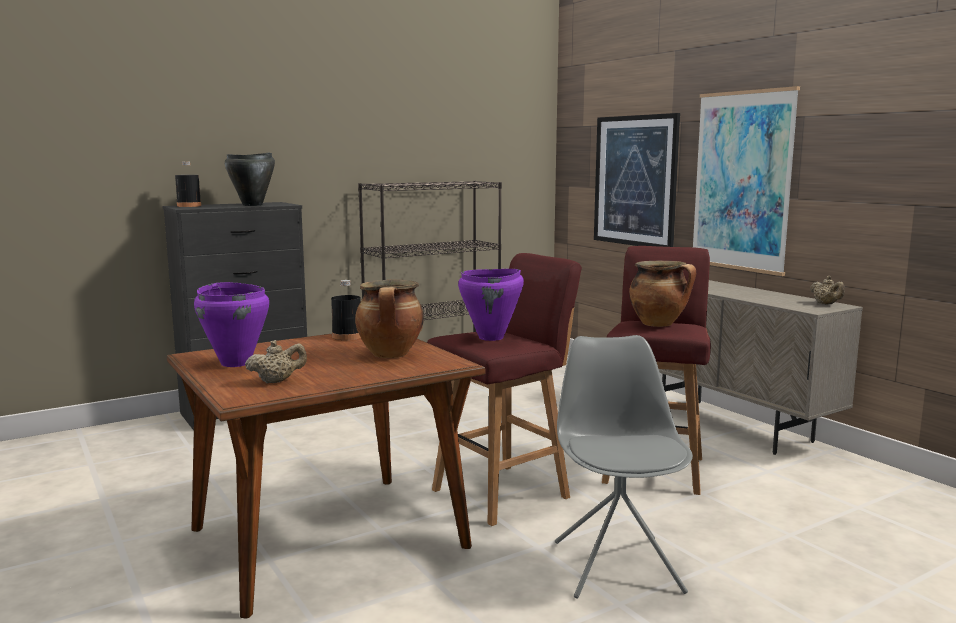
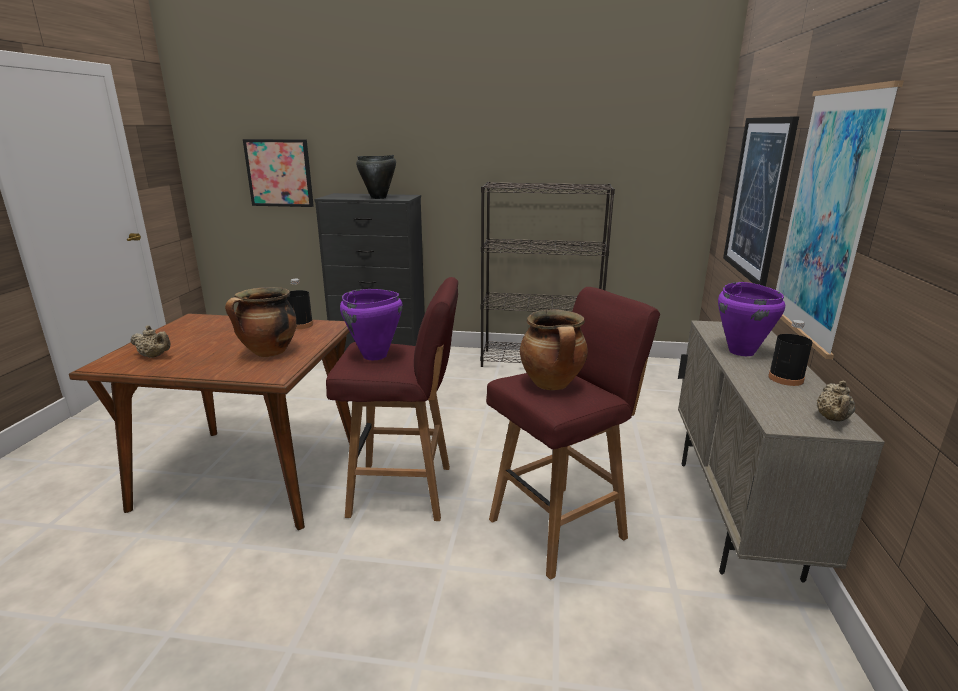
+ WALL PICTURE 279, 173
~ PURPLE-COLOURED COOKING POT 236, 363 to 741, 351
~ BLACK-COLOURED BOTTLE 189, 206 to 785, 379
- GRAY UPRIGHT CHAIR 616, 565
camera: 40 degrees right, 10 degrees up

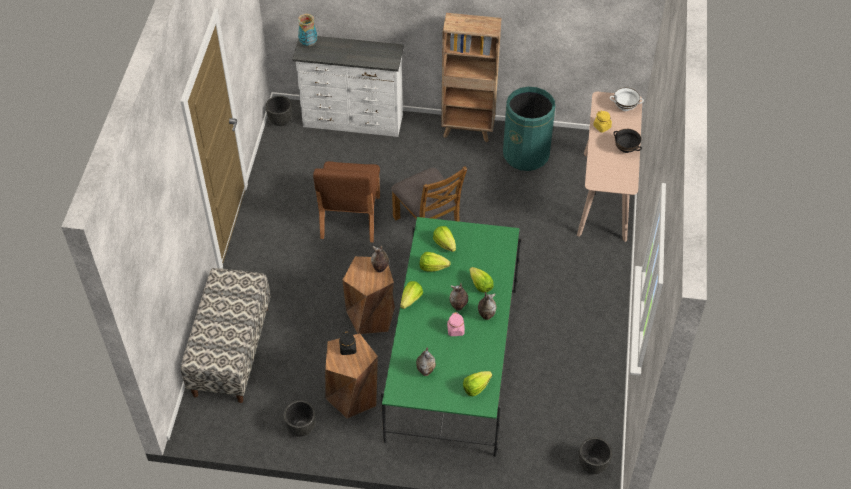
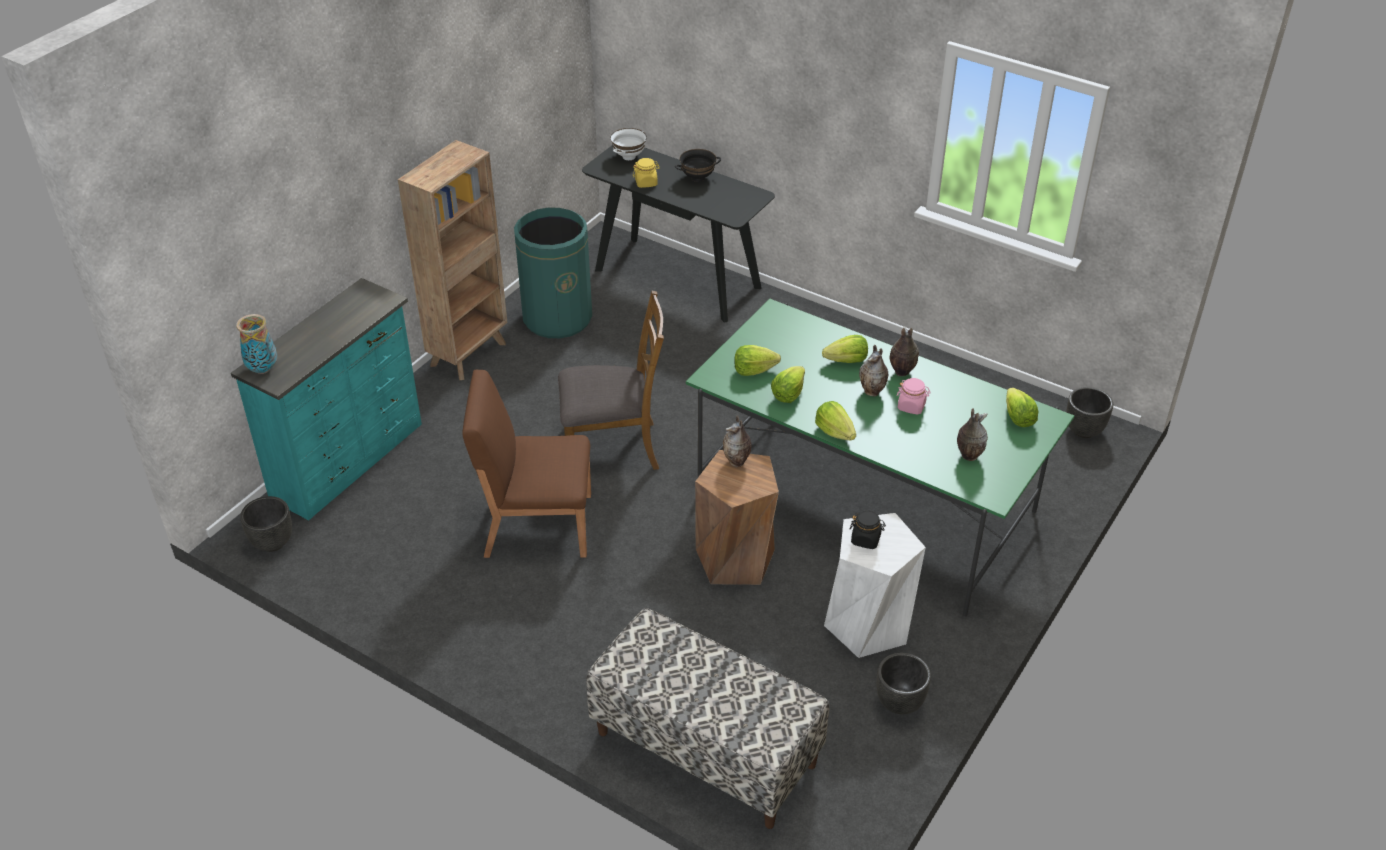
~ WHITISH CHEST OF DRAWERS 353, 122 to TURQUOISE CHEST OF DRAWERS 350, 461
~ BROWN UPRIGHT CHAIR 350, 218 = 536, 524 150 degrees clockwise
~ SAND-COLOURED HALL TABLE 605, 196 to BLACK-COLOURED HALL TABLE 678, 278
~ BROWN SITTING STOOL 352, 395 to WHITISH SITTING STOOL 867, 625
camera: 65 degrees left, 10 degrees down

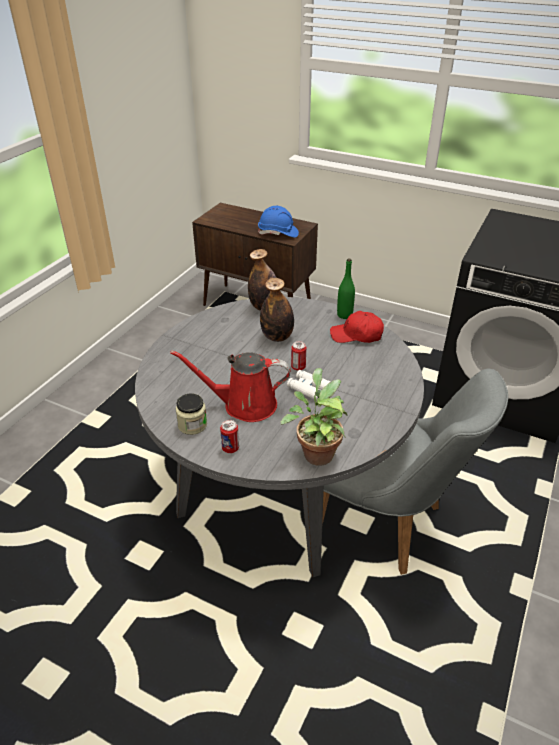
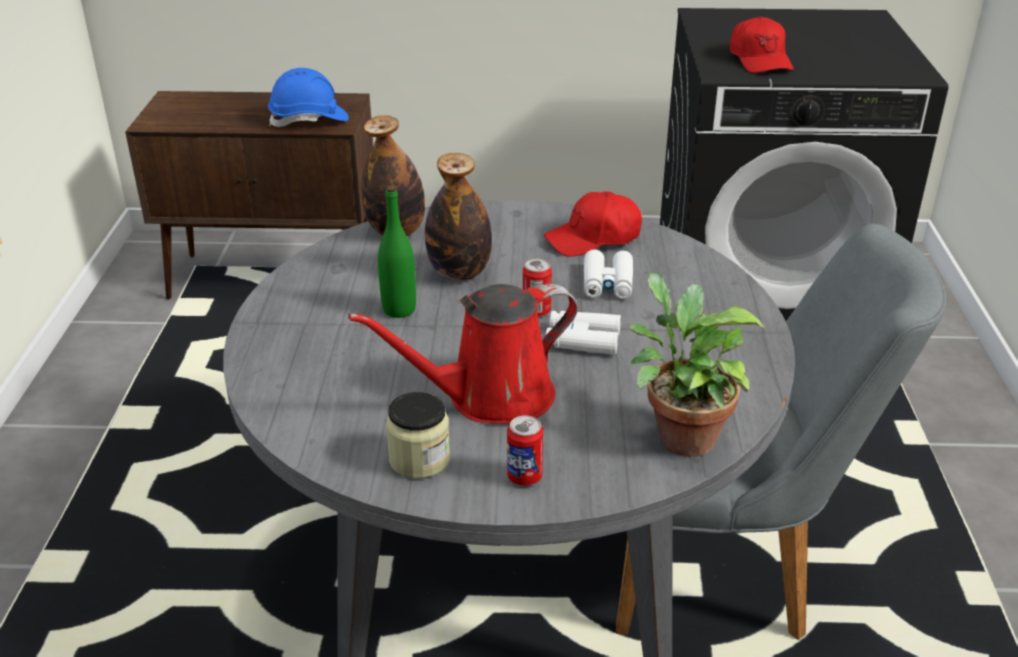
~ GREENISH BOTTLE 344, 315 to 399, 309
+ WHITISH PAIR OF BINOCULARS 607, 283
+ RED BASEBALL CAP 760, 60
camera: 25 degrees left, 5 degrees down

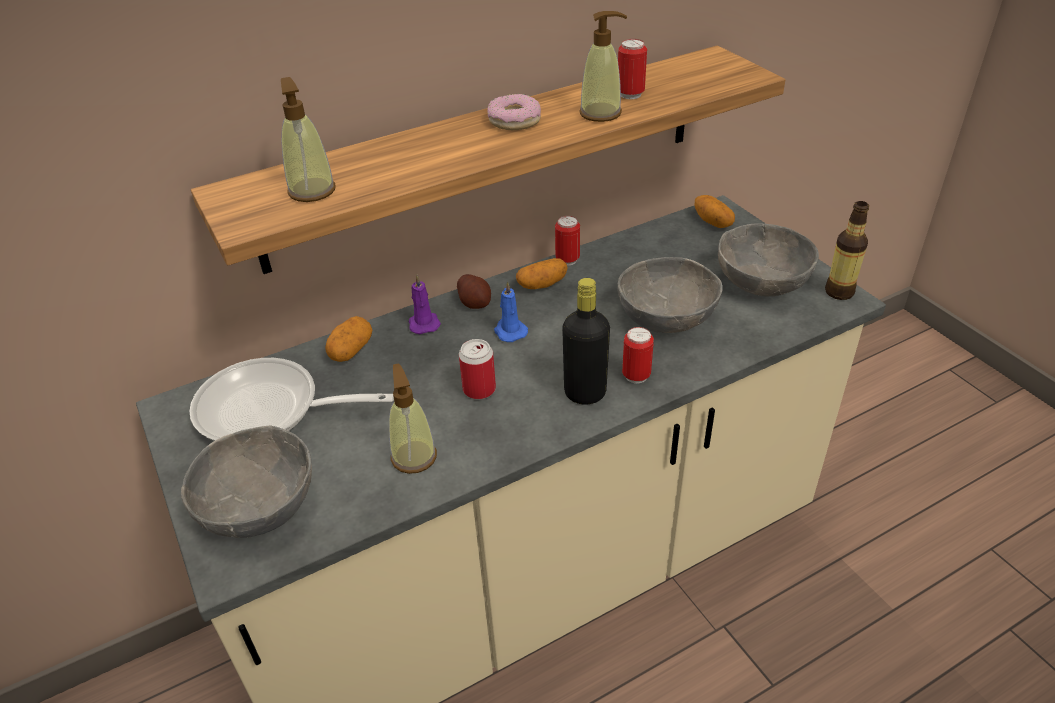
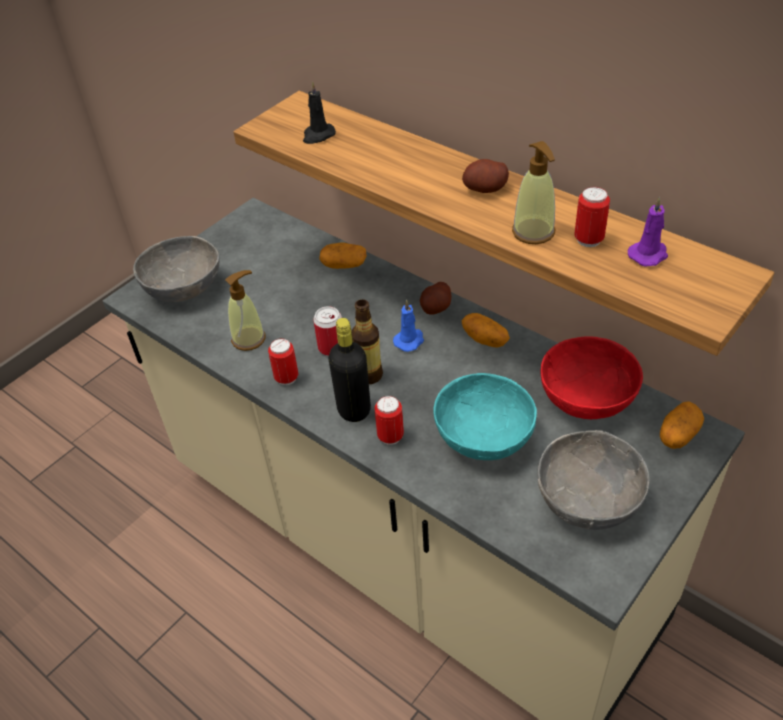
~ CAN 567, 260 to 286, 378
~ SOAP DISPENSER 312, 190 to BLACK-COLOURED WAX CANDLE 318, 135
~ BOTTLE 839, 292 to 369, 375
~ GRAY BOWL 666, 317 to TURQUOISE BOWL 484, 437
~ DONUT 514, 121 to WHOLE POTATO 485, 189
+ RED BOWL 586, 398
~ PURPLE-COLOURED WAX CANDLE 423, 323 to 649, 254
- FRYING PAN 269, 411
camera: 70 degrees right, 5 degrees up

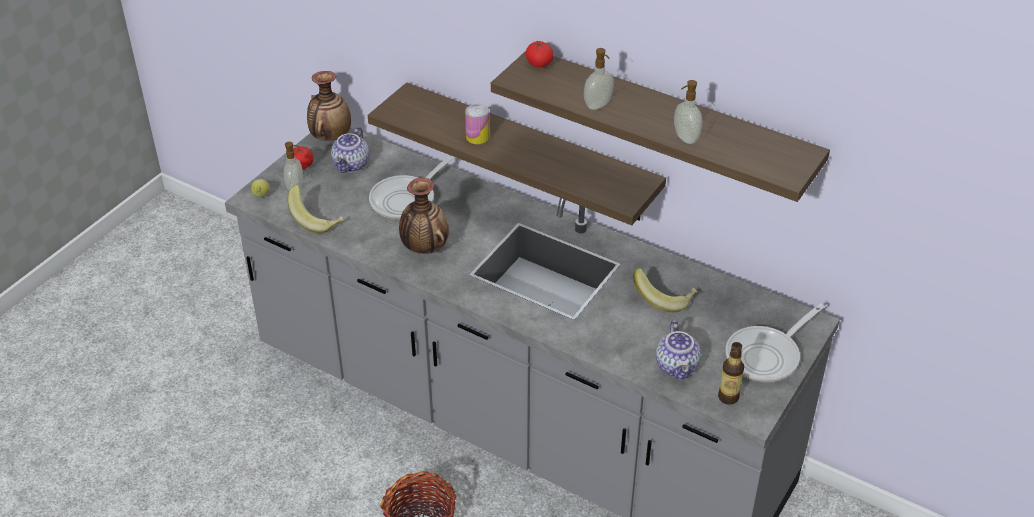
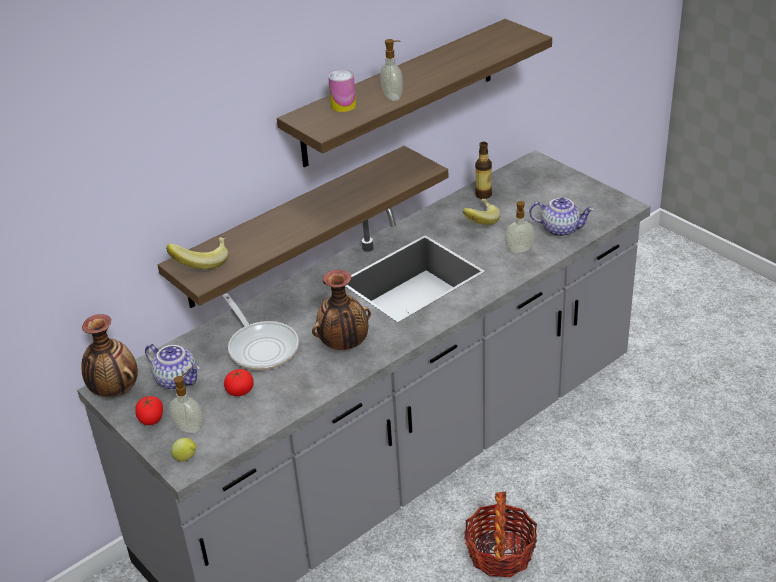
~ BANANA FRUIT 316, 220 to 202, 262
~ WHOLE TOMATO 539, 64 to 240, 391
~ CAN 478, 137 to 343, 106
~ BOTTLE 728, 397 to 483, 195
~ SOAP DISPENSER 685, 138 to 519, 250
- FRYING PAN 767, 356
camera: 70 degrees left, 5 degrees down

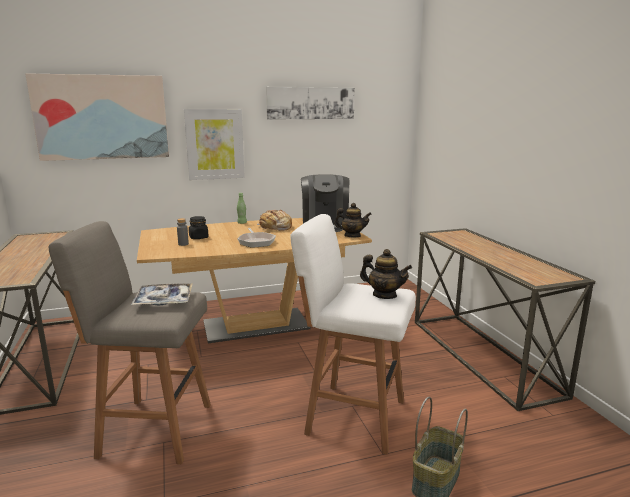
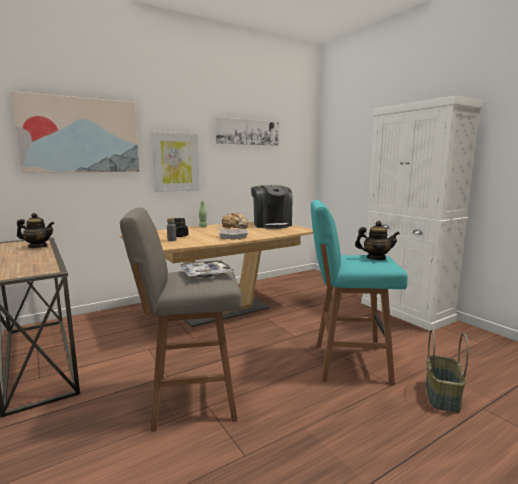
~ TEAPOT 352, 236 to 38, 247
~ WHITISH SITTING STOOL 352, 415 to TURQUOISE SITTING STOOL 348, 363
~ HALL TABLE 483, 355 to WHITISH CUPBOARD 406, 311
camera: 15 degrees left, 5 degrees down

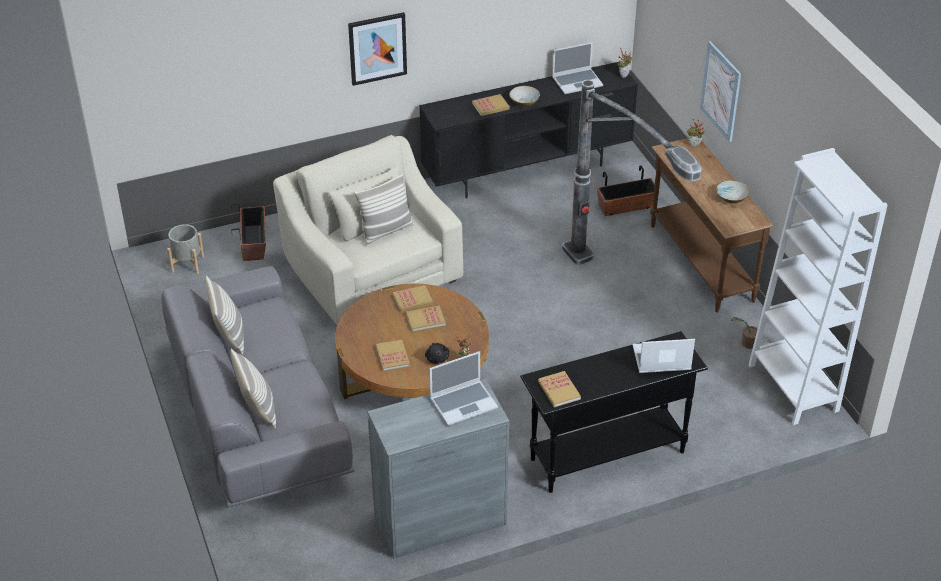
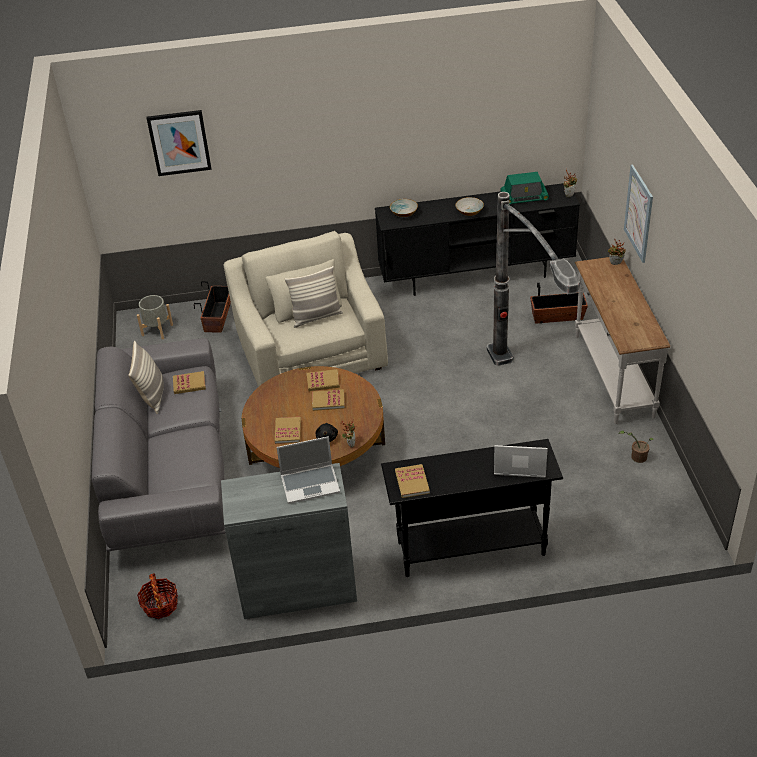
+ STORAGE BASKET 160, 605
~ WALL PICTURE 377, 48 to 179, 142
~ VOLUME 490, 106 to 189, 384
~ BOWL 731, 198 to 404, 213
~ NOTEBOOK COMPUTER 577, 82 to RADIO SET 524, 198
~ BROWN HALL TABLE 700, 263 to WHITISH HALL TABLE 612, 376
- CUSHION 258, 409
- WHITISH BOOKSHELF 793, 388
camera: 15 degrees right, 0 degrees up

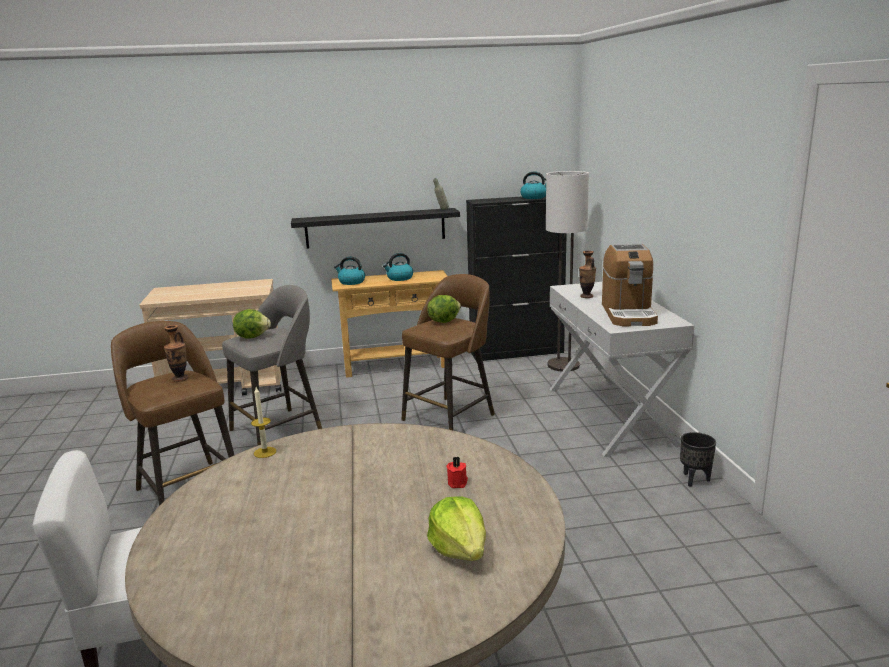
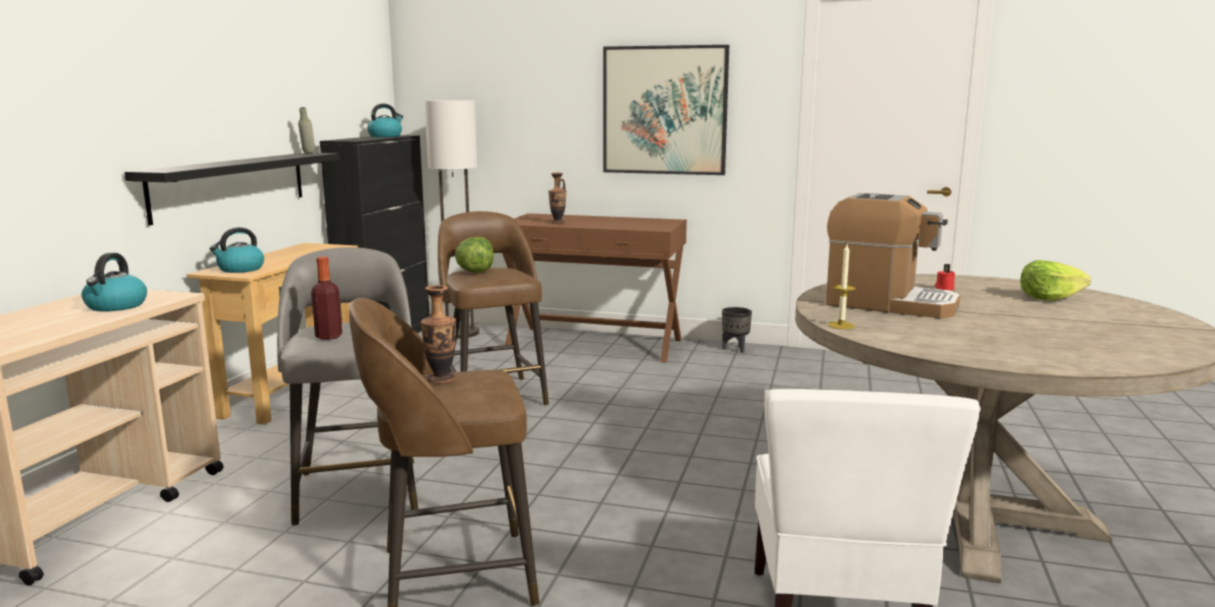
~ WATER KETTLE 399, 278 to 116, 306
~ HEAD OF LETTUCE 252, 336 to BOTTLE 328, 336
~ WHITISH HALL TABLE 610, 415 to BROWN HALL TABLE 594, 344
+ WALL PICTURE 664, 110
~ COFFEE BREWER 628, 314 to 889, 304
camera: 65 degrees left, 5 degrees down

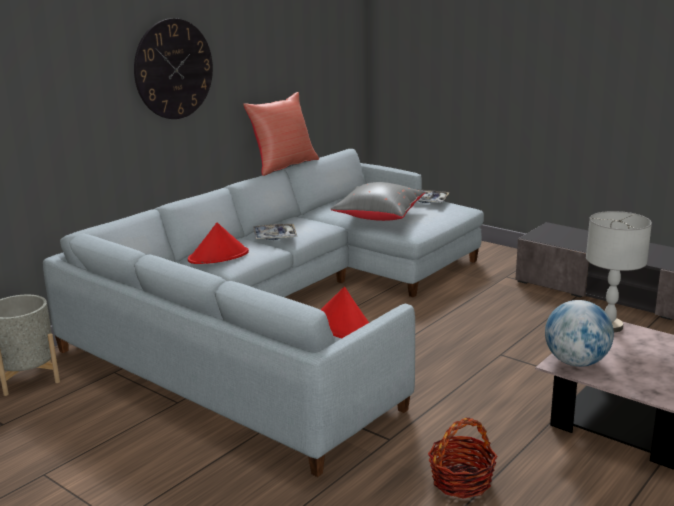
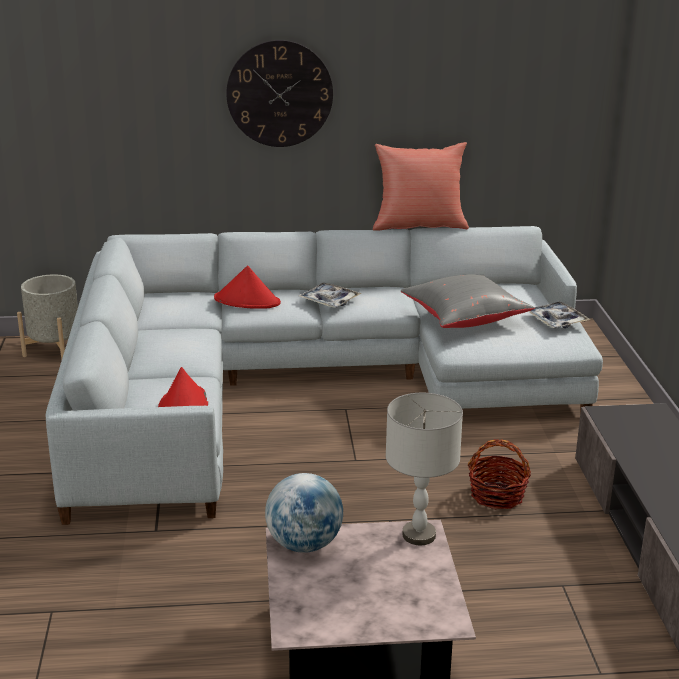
~ STORAGE BASKET 461, 481 to 497, 495
camera: 45 degrees right, 5 degrees up

